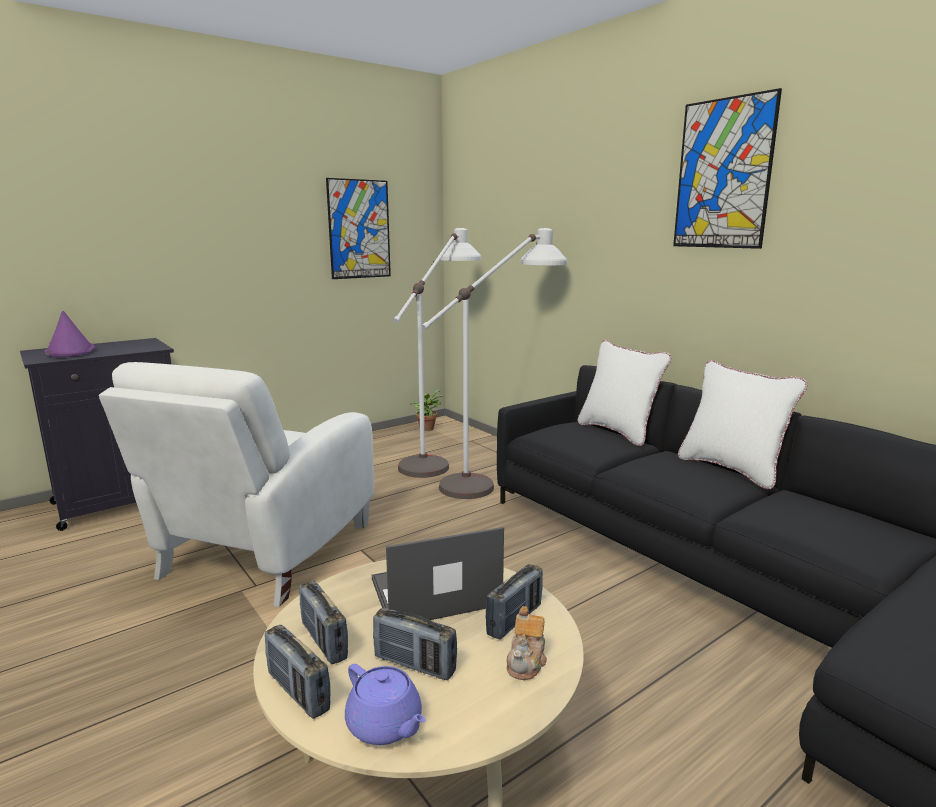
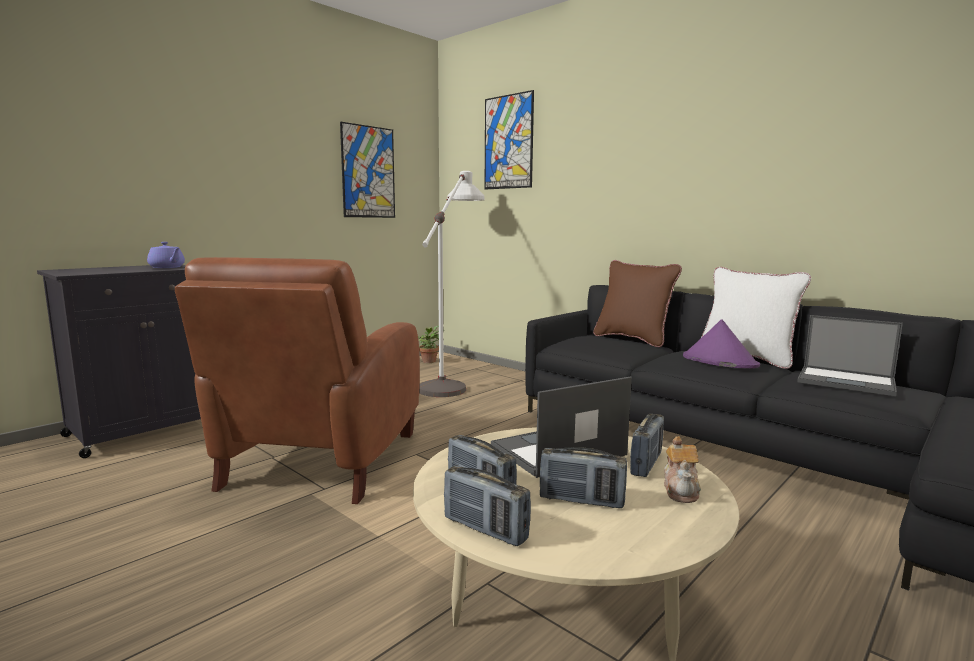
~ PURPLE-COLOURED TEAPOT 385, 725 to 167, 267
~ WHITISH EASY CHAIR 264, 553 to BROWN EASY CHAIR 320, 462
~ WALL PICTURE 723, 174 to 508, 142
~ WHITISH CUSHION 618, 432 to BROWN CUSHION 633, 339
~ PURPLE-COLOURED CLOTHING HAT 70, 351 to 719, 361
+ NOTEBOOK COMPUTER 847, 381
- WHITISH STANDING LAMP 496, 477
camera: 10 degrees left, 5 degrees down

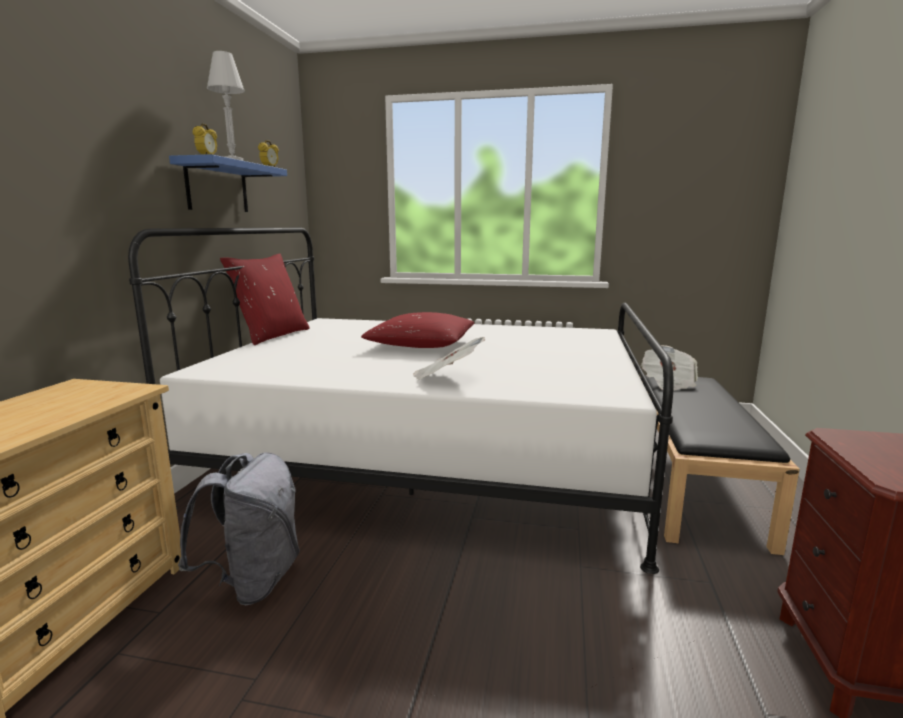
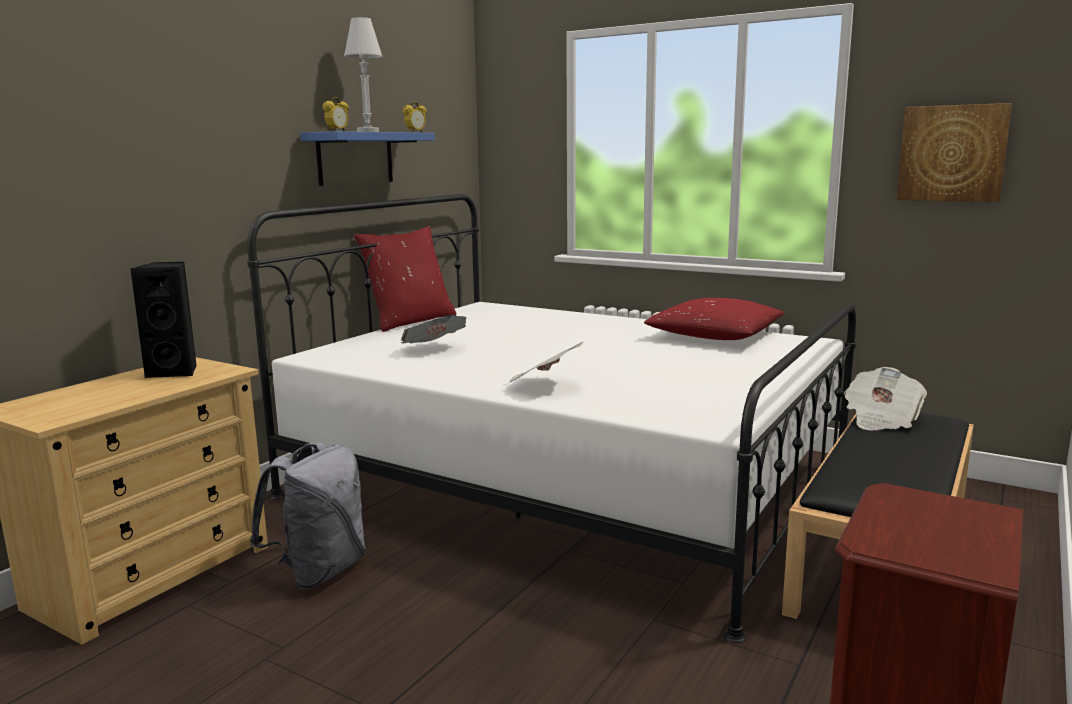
+ BLACK-COLOURED LOUDSPEAKER 175, 371
+ DAILY PAPER 434, 348
~ RED CUSHION 421, 345 to 714, 336
+ WALL PICTURE 952, 153
camera: 20 degrees right, 0 degrees up

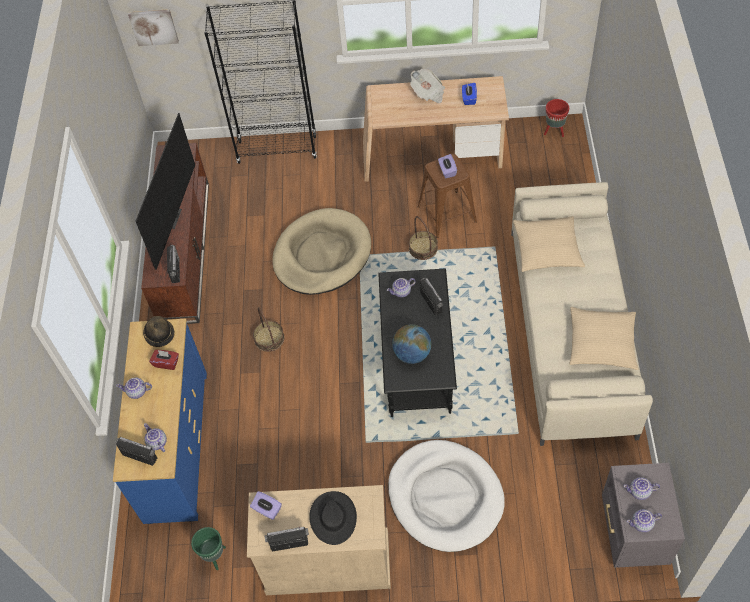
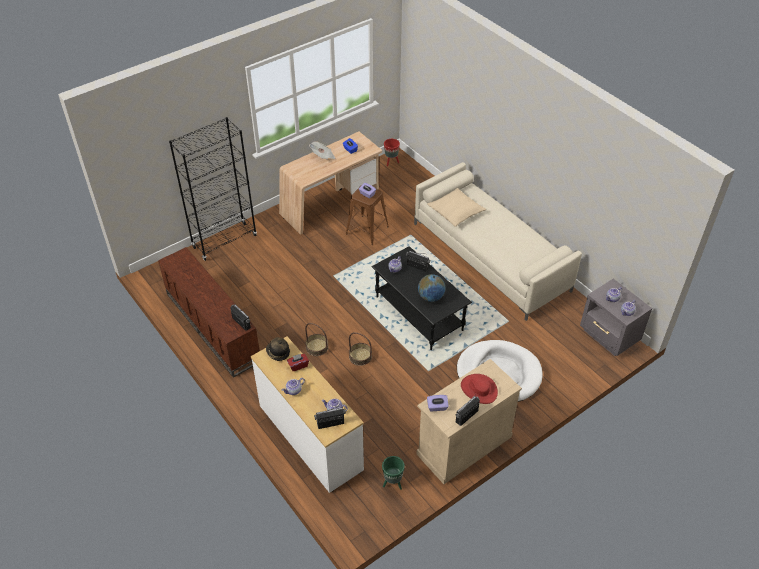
~ BLUISH CHEST OF DRAWERS 175, 445 to WHITISH CHEST OF DRAWERS 310, 437
~ STORAGE BASKET 423, 248 to 360, 356
~ BLACK-COLOURED CLOTHING HAT 333, 518 to RED CLOTHING HAT 479, 389
- WALL PICTURE 153, 26
- TV SET 170, 217
- SAND-COLOURED DOG CUSHION 322, 255
- SAND-COLOURED CUSHION 601, 343
camera: 40 degrees left, 10 degrees down

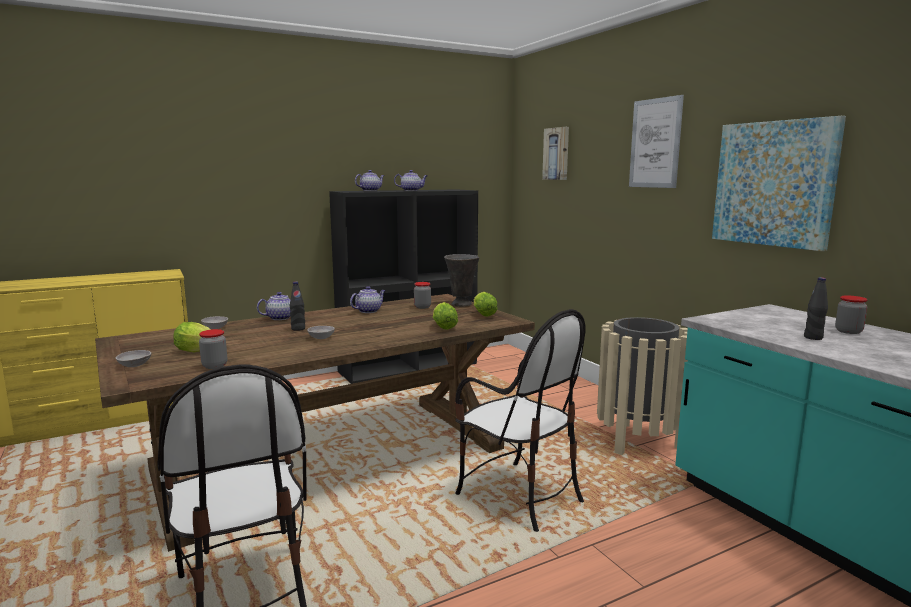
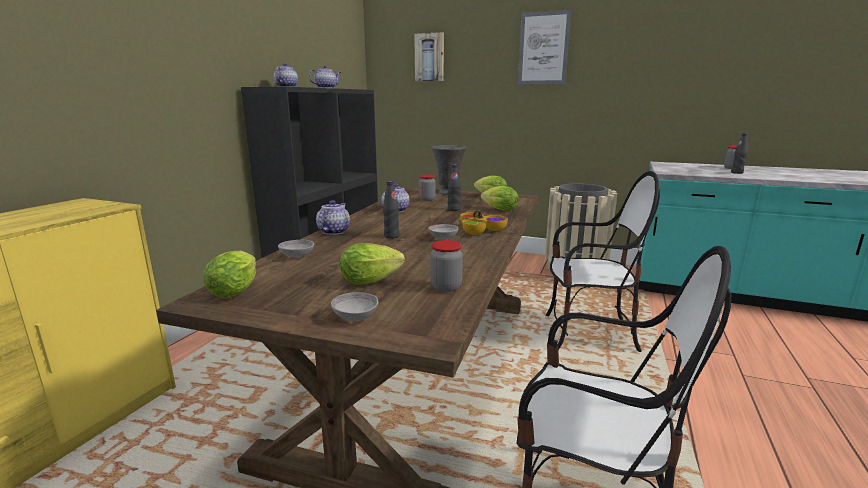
+ HEAD OF LETTUCE 237, 290
+ BLACK-COLOURED BOTTLE 454, 209
+ BOWL 480, 230
- WALL PICTURE 774, 183
camera: 40 degrees left, 5 degrees up

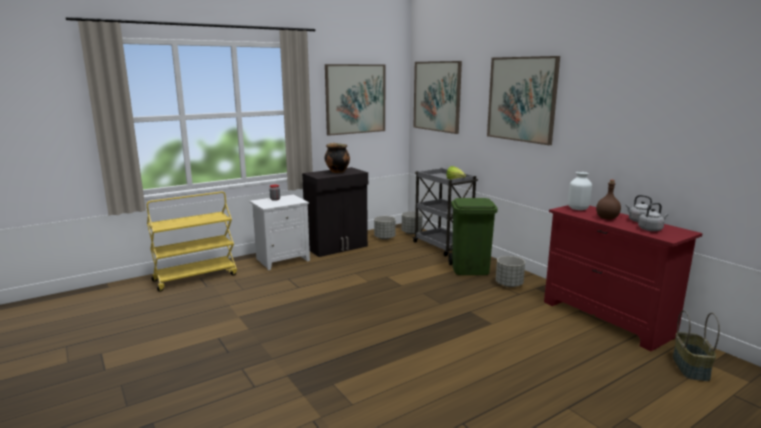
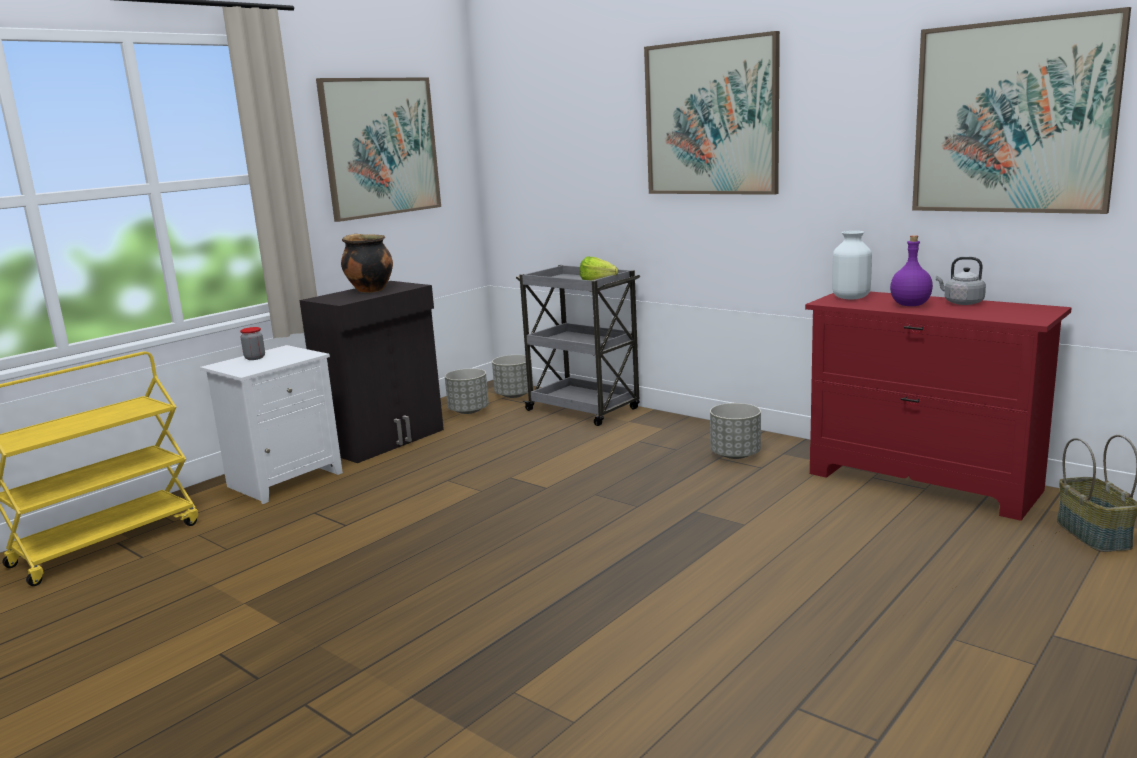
~ BROWN BOTTLE 607, 218 to PURPLE-COLOURED BOTTLE 911, 305
~ WALL PICTURE 437, 96 to 1013, 118
- GREENISH WASTE BIN 470, 269
- GRAY WATER KETTLE 651, 229
camera: 15 degrees left, 0 degrees up

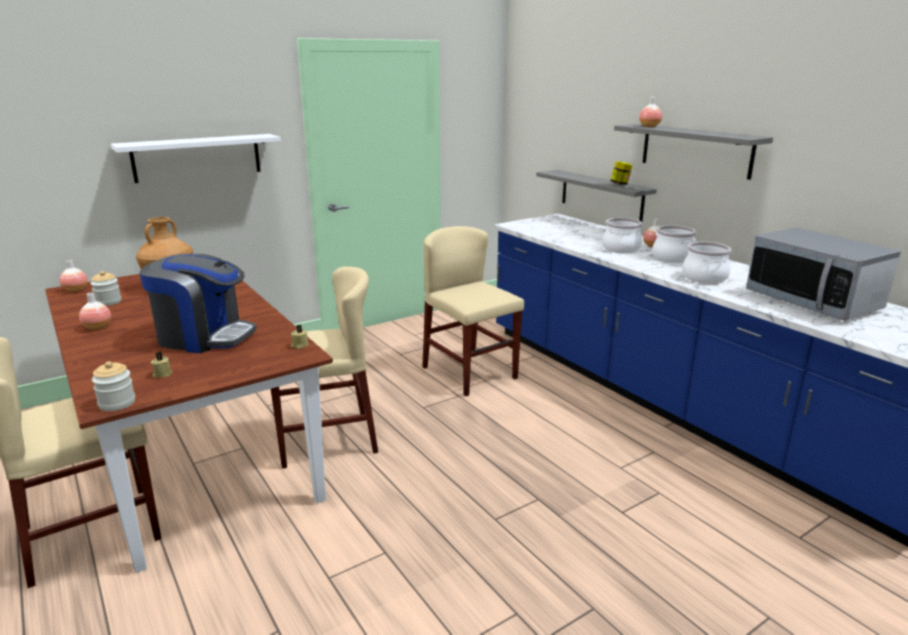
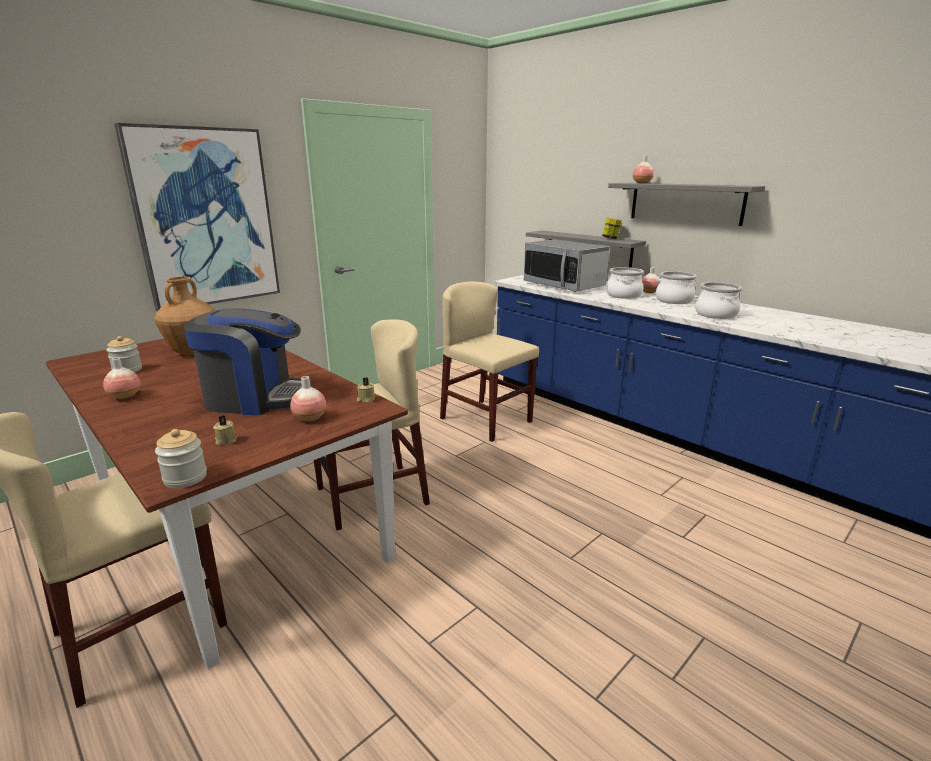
~ WHITISH SHELF 197, 157 to WALL PICTURE 205, 218
~ FLOWER VASE 75, 290 to 310, 418
~ MICROWAVE 812, 301 to 564, 285
camera: 10 degrees left, 0 degrees up

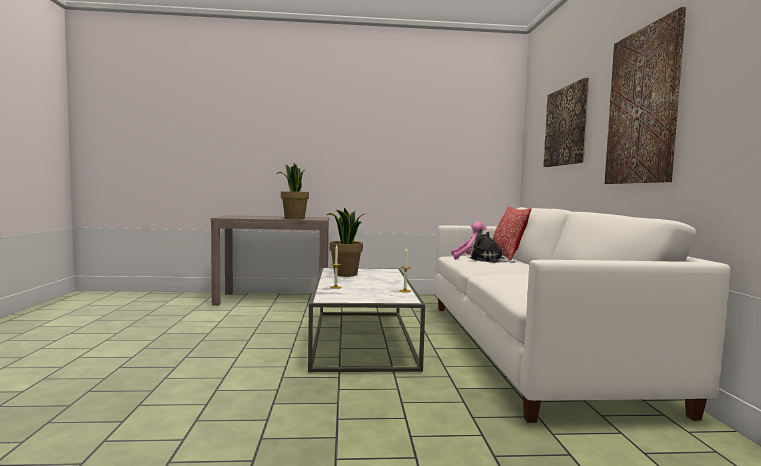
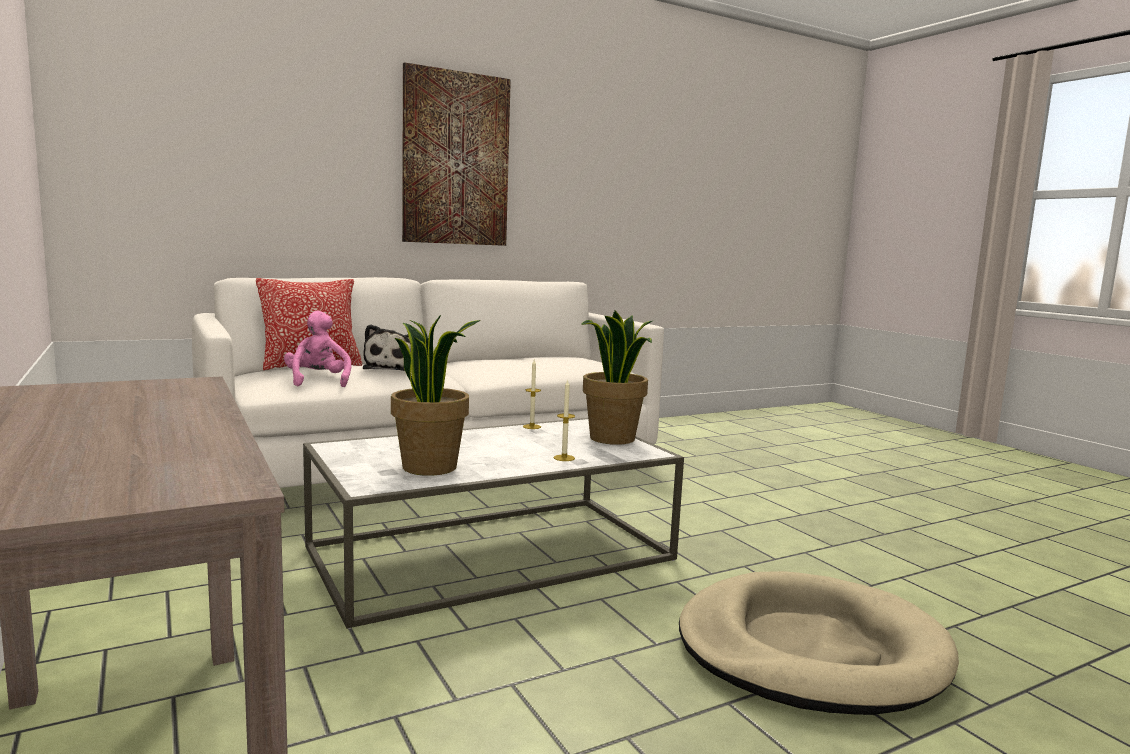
~ POTTED PLANT 294, 218 to 612, 439
+ SAND-COLOURED DOG CUSHION 810, 650
- WALL PICTURE 566, 126
camera: 115 degrees left, 5 degrees up

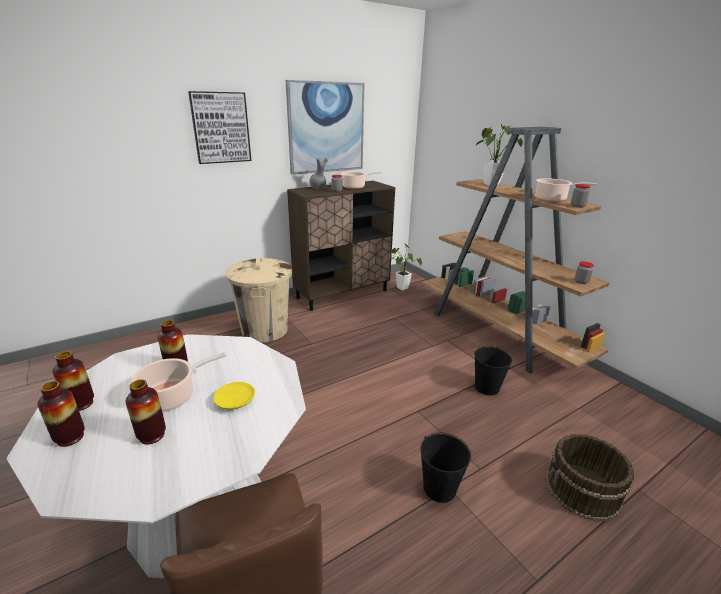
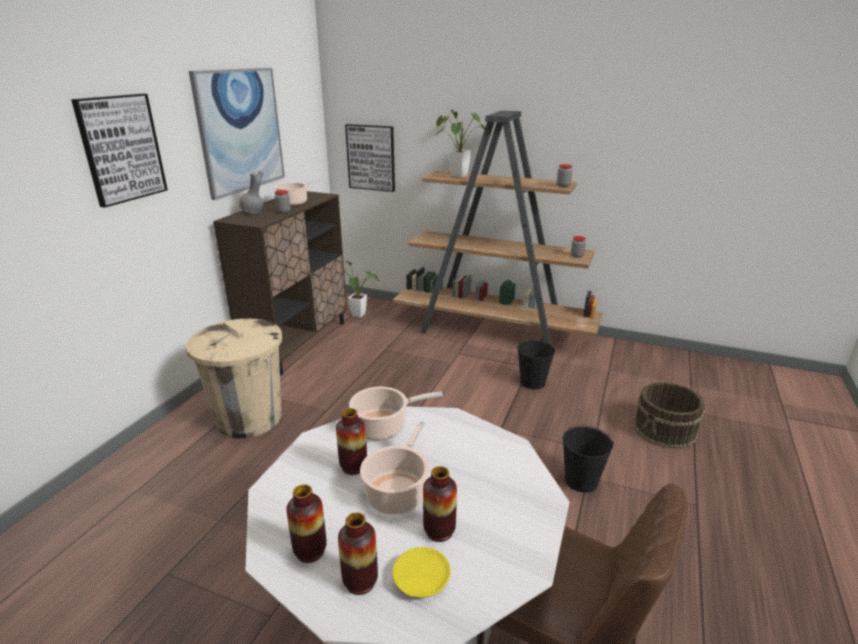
+ WALL PICTURE 371, 157
~ COOKING POT 552, 199 to 383, 427
~ YELLOW-COLOURED PLATE 234, 401 to 420, 579
camera: 35 degrees left, 0 degrees up

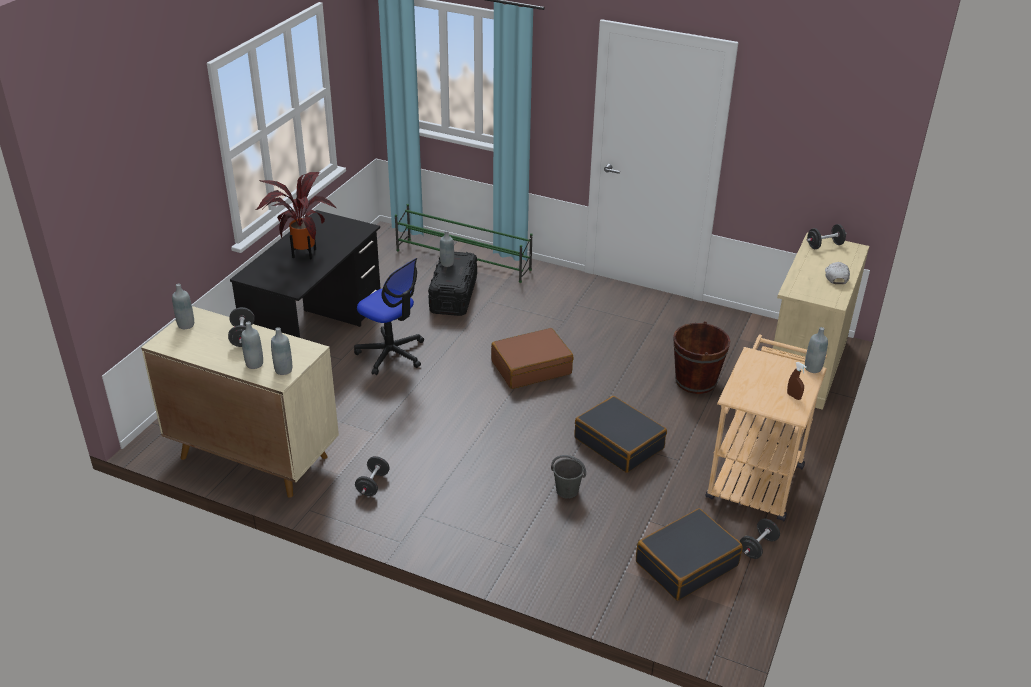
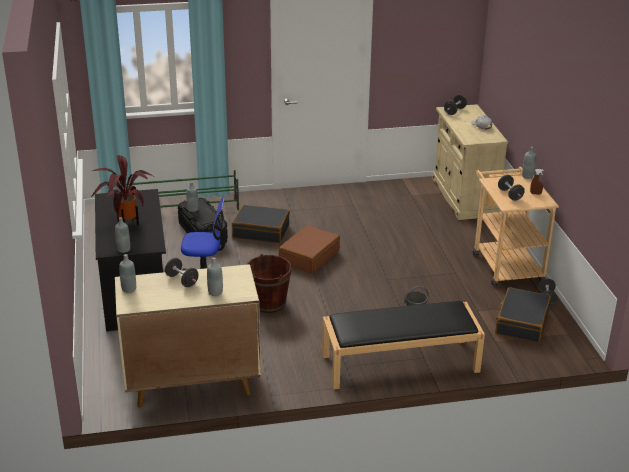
~ GRAY BOTTLE 283, 370 to 123, 249
~ BLACK-COLOURED PIECE OF LUGGAGE 619, 443 to 261, 231
~ BROWN WATER BUCKET 695, 381 to 269, 303
+ BLACK-COLOURED LONG SEAT 399, 363
~ BLACK-COLOURED HAND WEIGHT 373, 484 to 510, 195
camera: 35 degrees left, 5 degrees down

